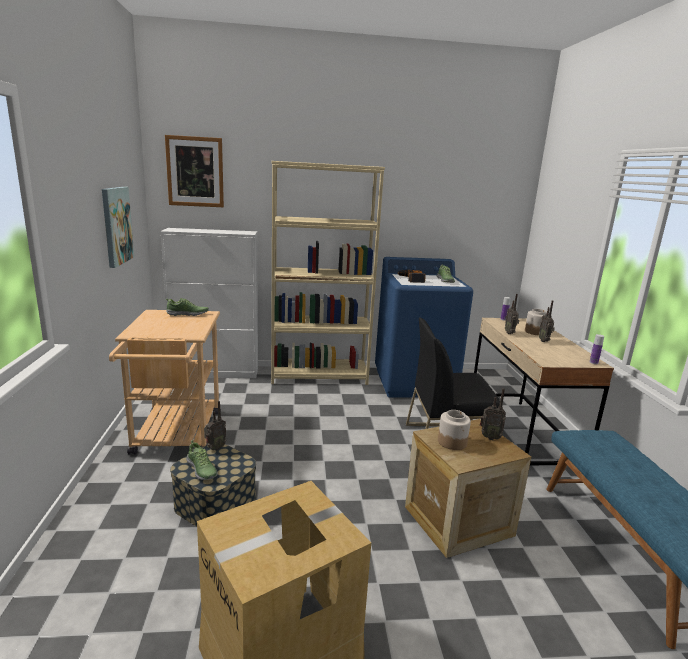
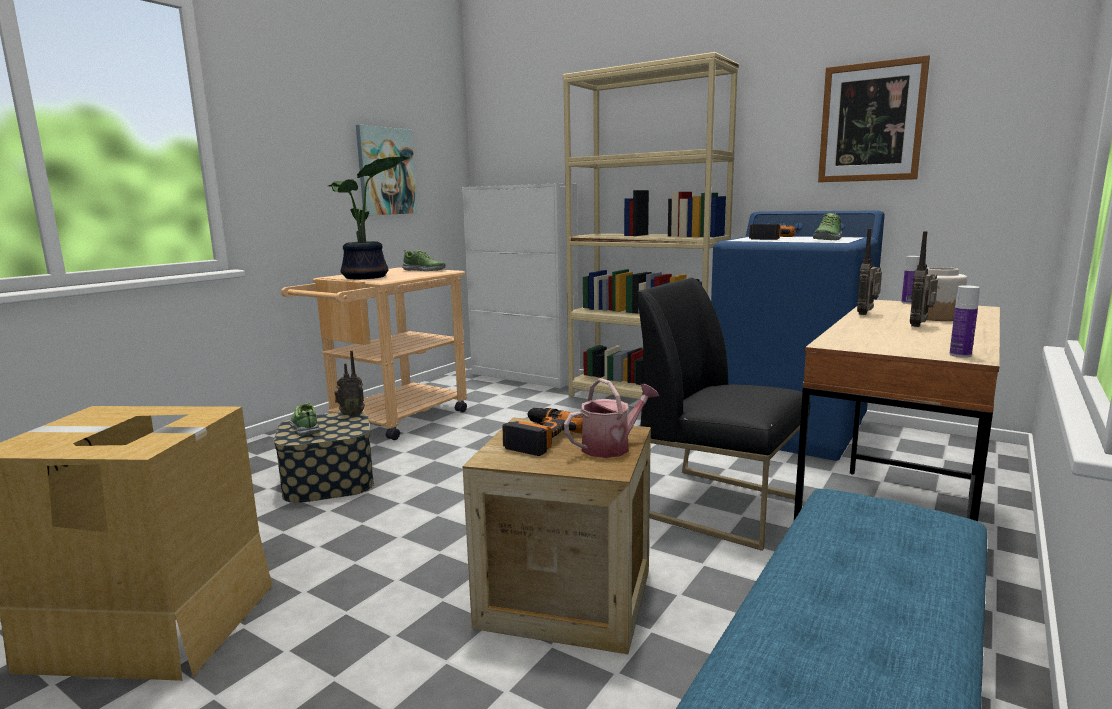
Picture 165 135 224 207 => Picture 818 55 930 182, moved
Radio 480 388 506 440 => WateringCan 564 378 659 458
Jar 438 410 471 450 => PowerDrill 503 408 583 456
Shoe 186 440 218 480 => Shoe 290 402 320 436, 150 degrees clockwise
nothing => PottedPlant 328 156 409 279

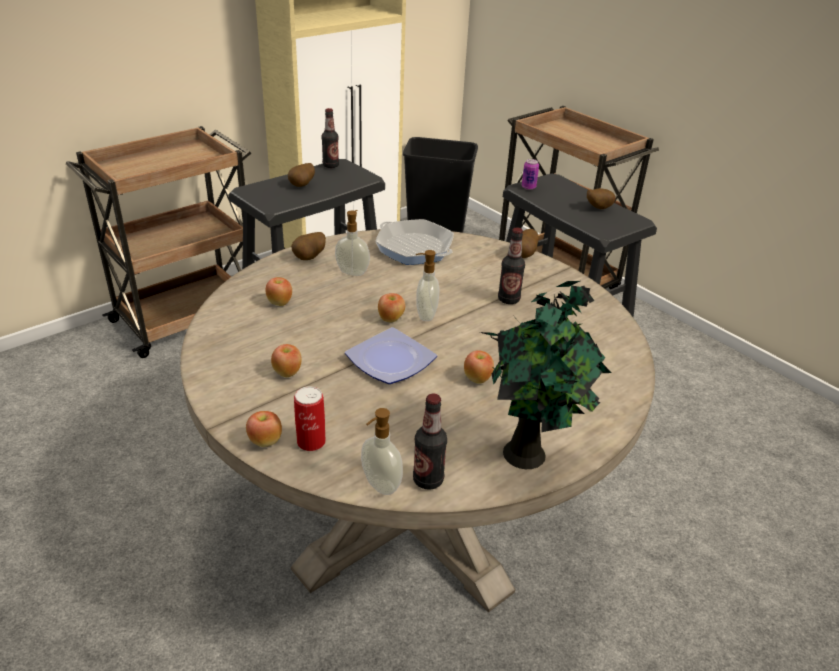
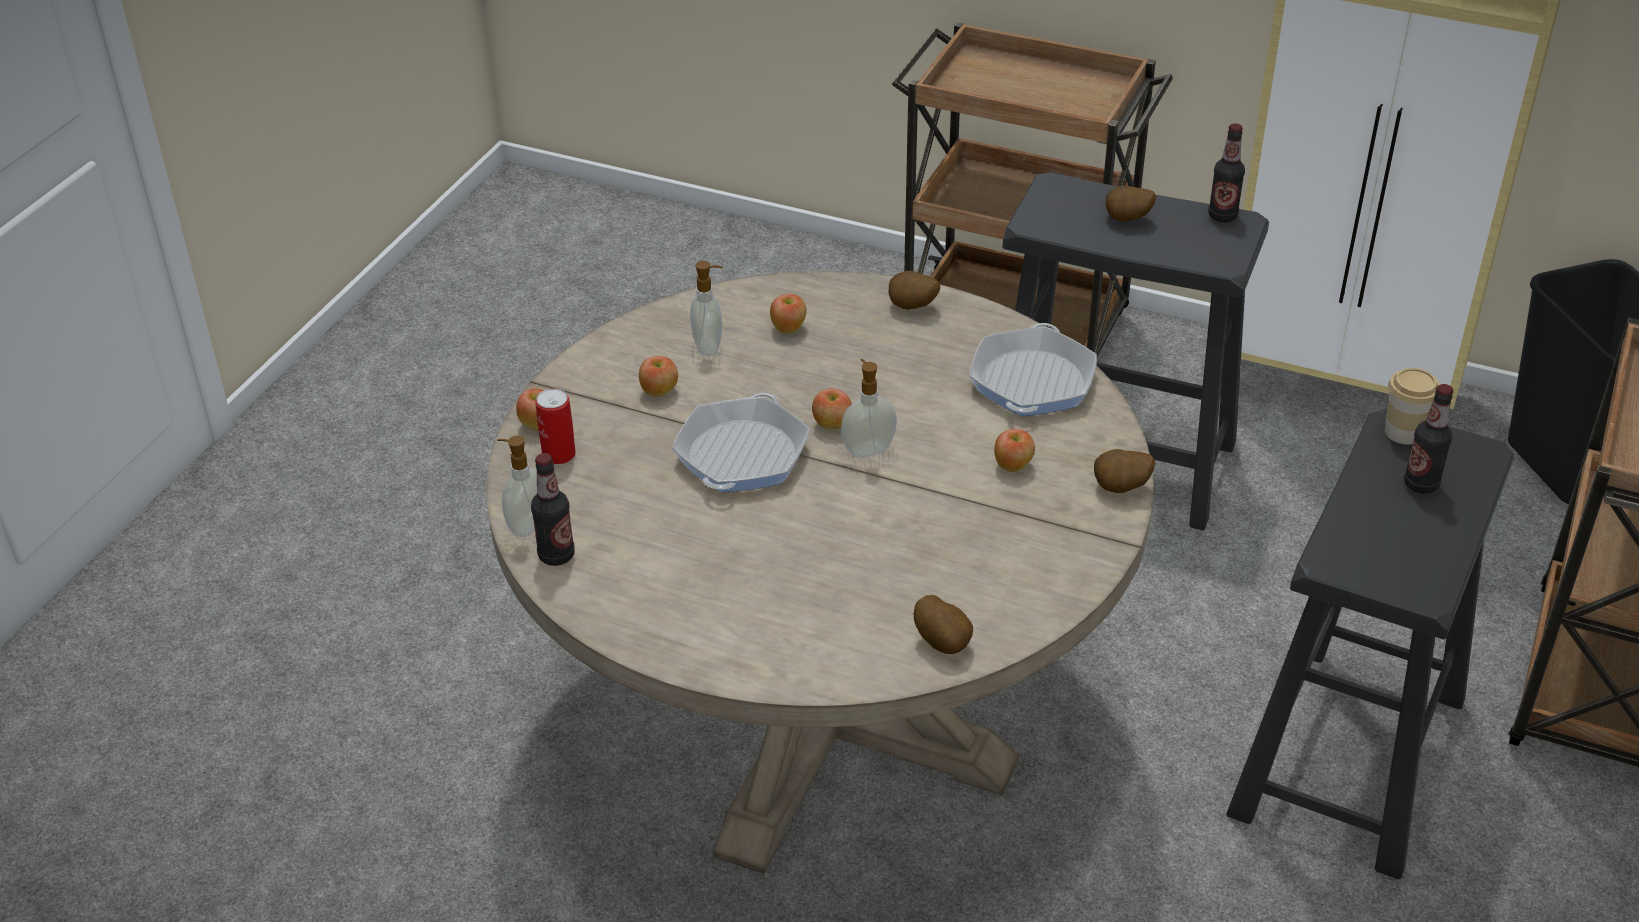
Can 522 159 539 190 => Cup 1385 368 1440 445
Potato 587 188 616 209 => Potato 914 595 973 654, moved
SoapDispenser 335 210 370 276 => SoapDispenser 690 261 723 356, moved
Bottle 498 227 525 304 => Bottle 1404 384 1453 494, moved
PottedPlant 480 281 611 469 => nothing
Plate 345 327 437 384 => FryingPan 672 393 810 492
Apple 464 350 494 384 => Apple 994 429 1035 472, moved

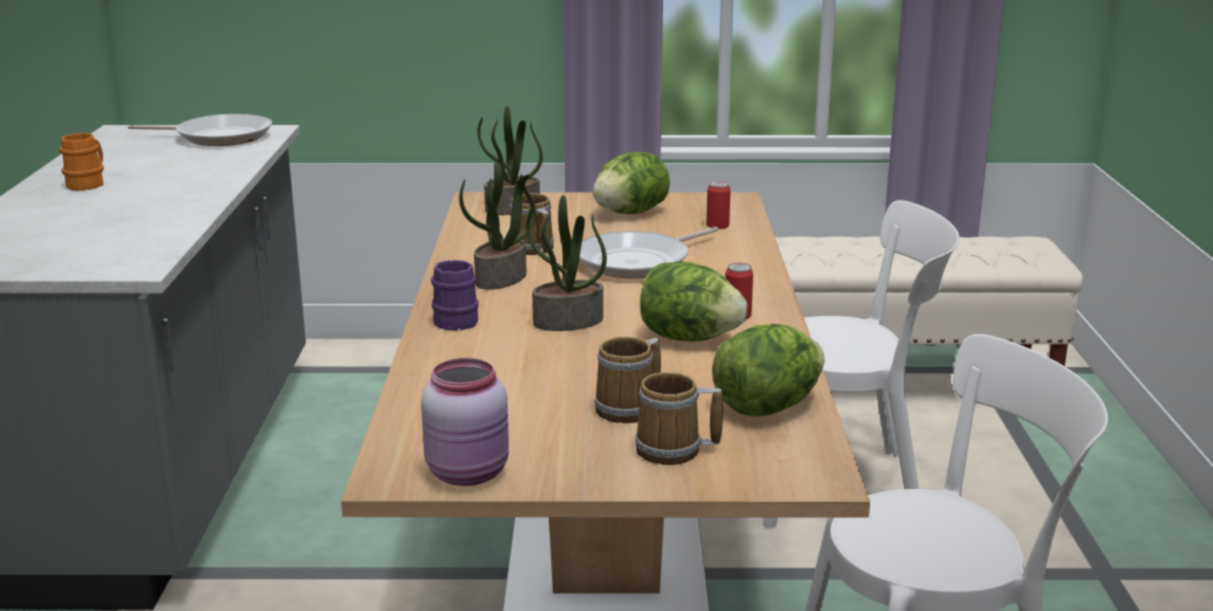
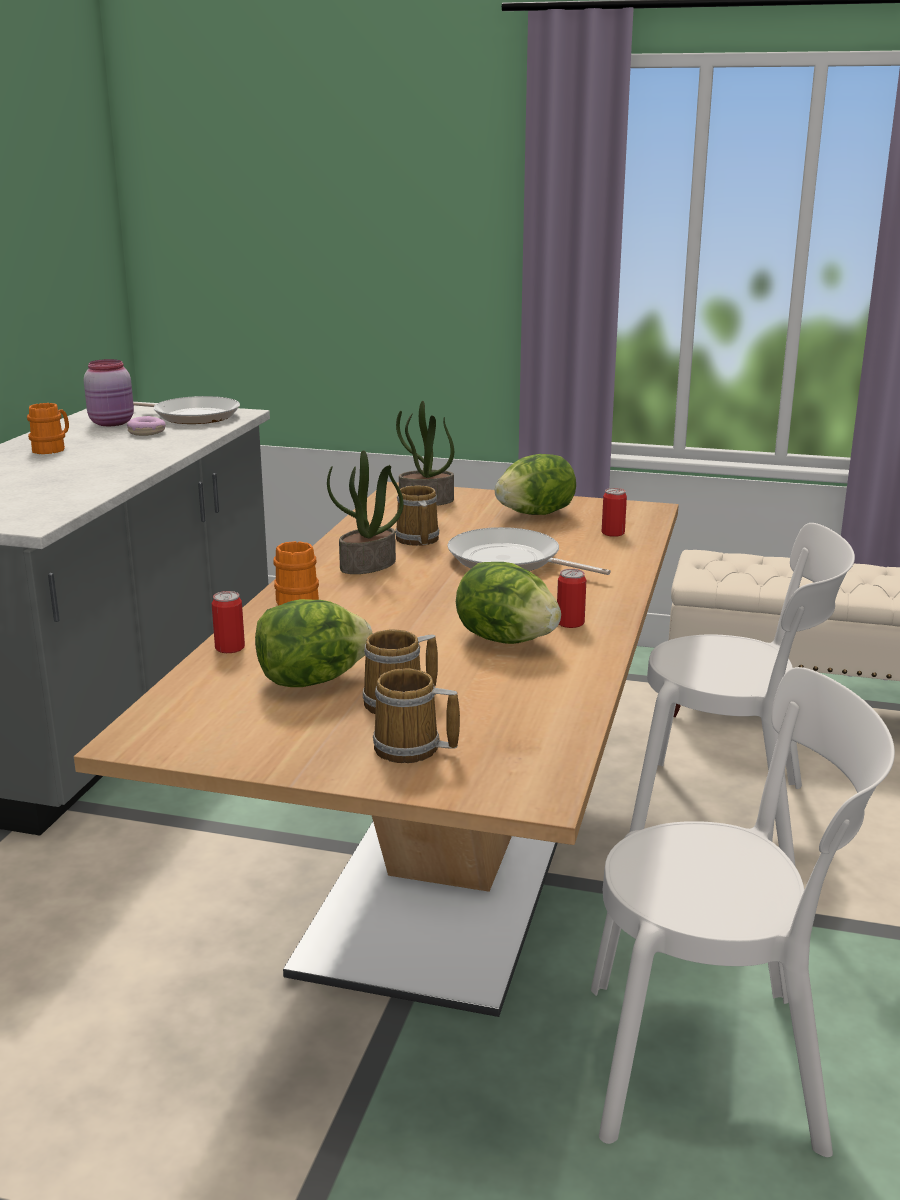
PottedPlant 526 195 607 331 => nothing
FryingPan 579 227 719 279 => FryingPan 448 527 611 575, 60 degrees clockwise
PurpleMug 431 260 479 330 => OrangeMug 273 541 319 605
Lettuce 712 324 824 417 => Lettuce 255 599 373 687, moved
PinkJar 421 358 509 486 => PinkJar 84 359 134 426, moved
nothing => Donut 127 416 166 436
nothing => Can 212 591 245 653

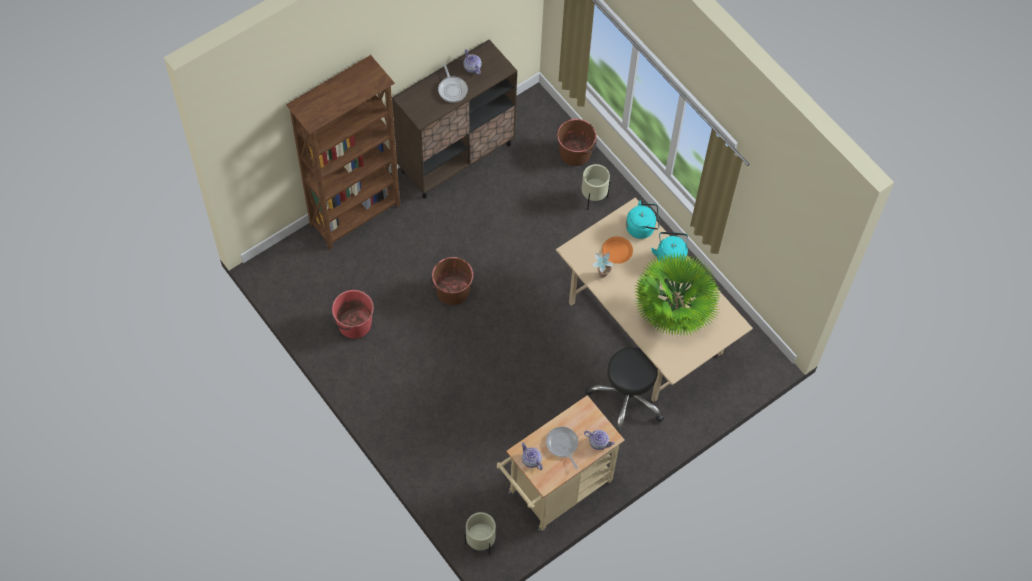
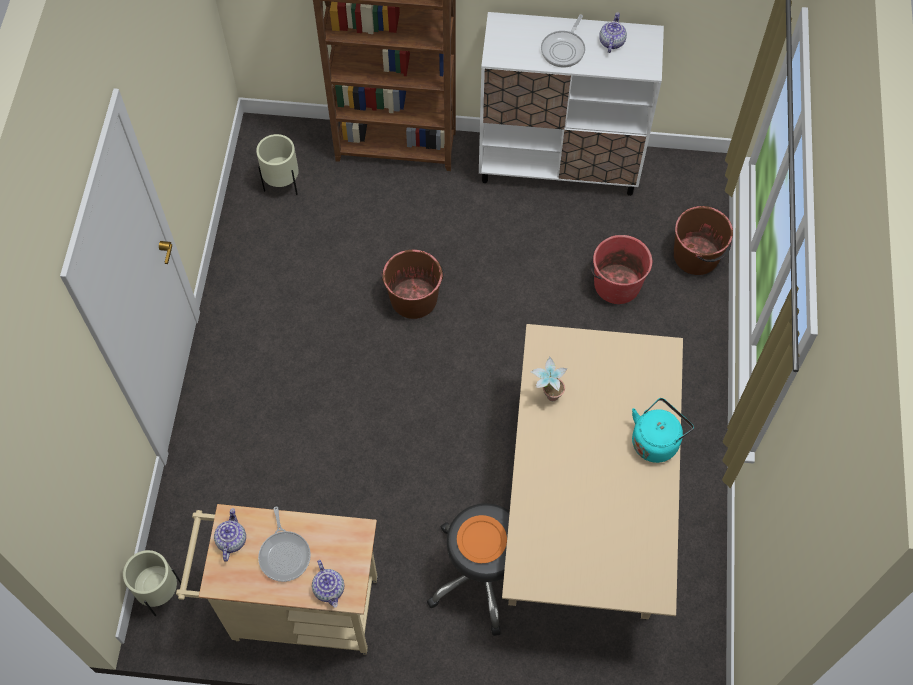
BrownCabinet 392 39 517 199 => WhiteCabinet 479 12 664 196
BeigePlanter 582 164 610 209 => BeigePlanter 256 134 299 195, moved
TurquoiseKettle 626 200 660 239 => nothing
OrangePlate 602 236 633 264 => OrangePlate 457 515 507 563, moved
PottedPlant 634 253 719 336 => nothing
RedBucket 332 290 374 339 => RedBucket 590 235 652 304, moved
FryingPan 546 427 578 469 => FryingPan 258 506 311 582, 150 degrees clockwise

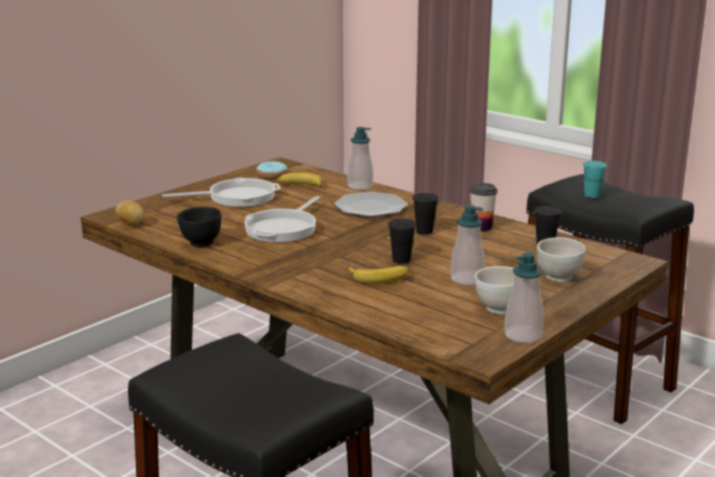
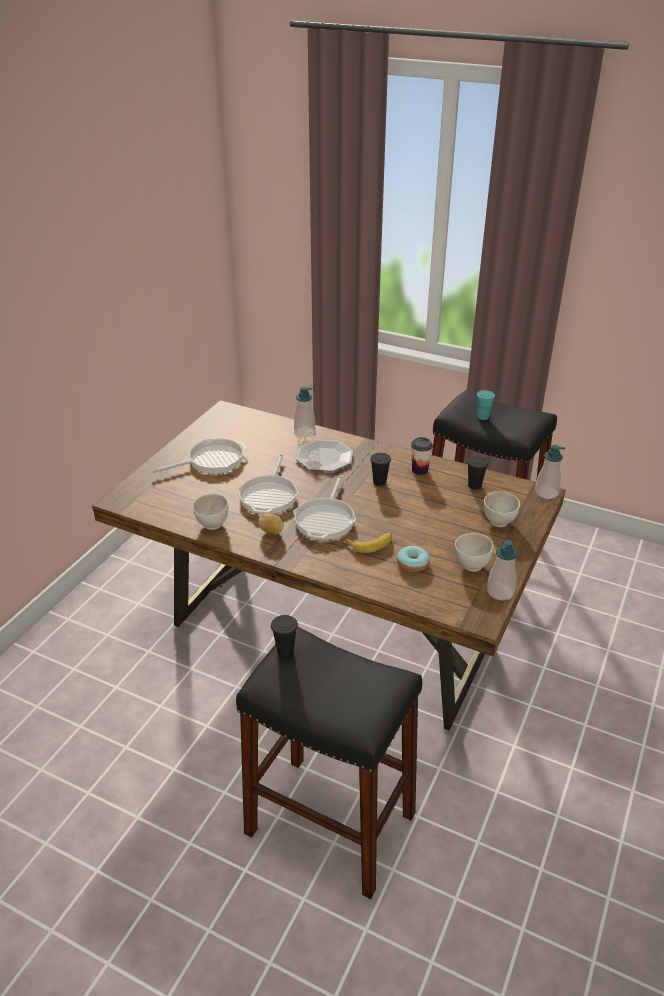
Donut 256 161 287 180 => Donut 397 546 430 572, moved
Banana 276 173 322 188 => nothing
Potato 116 200 144 226 => Potato 258 513 284 535, moved
SoapDispenser 451 205 485 285 => SoapDispenser 535 445 565 499, moved
BlackBowl 177 207 221 247 => WhiteBowl 192 494 228 530
BlackCup 388 219 416 264 => BlackCup 271 615 298 657, moved
nothing => FryingPan 293 475 356 540

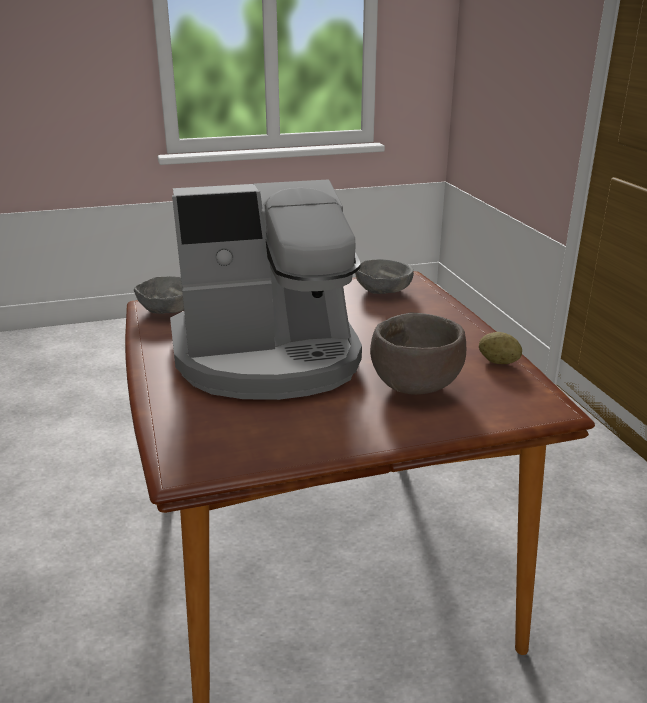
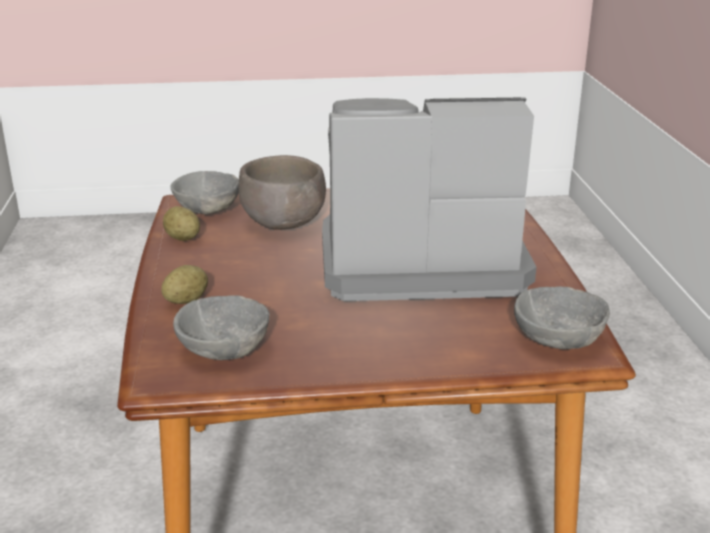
nothing => GreyBowl 171 171 239 214
nothing => Potato 161 265 208 304

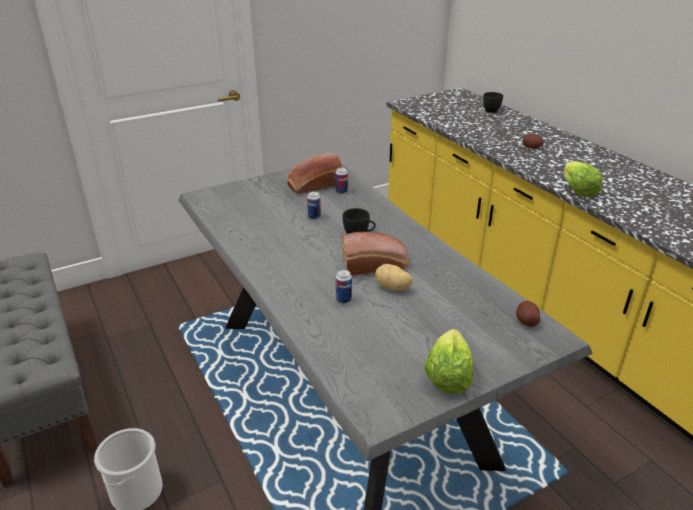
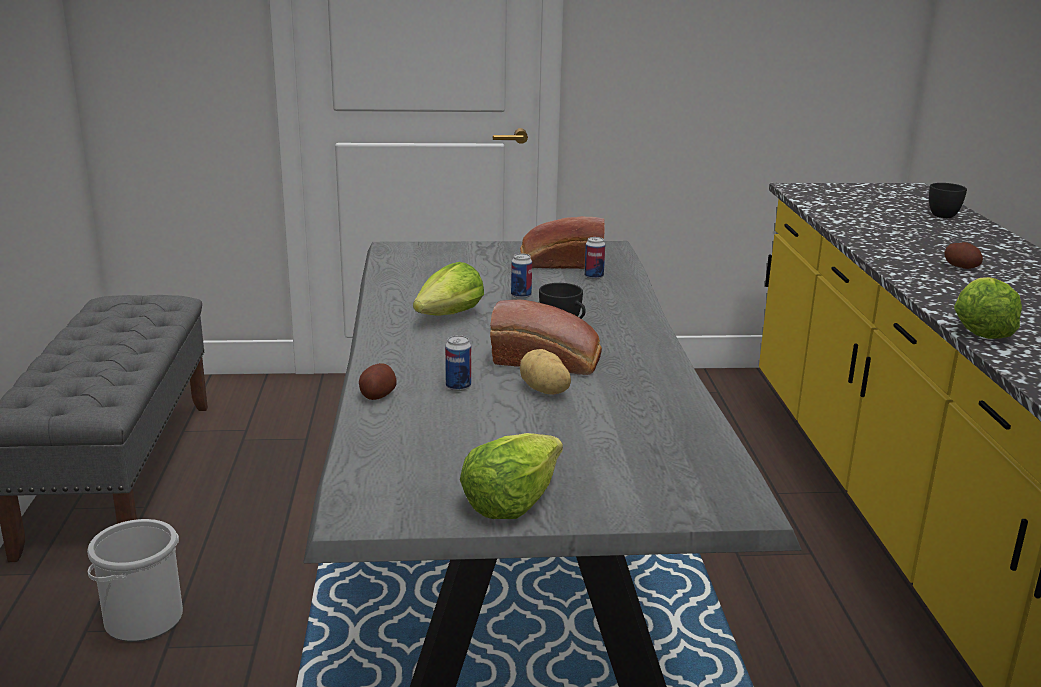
Potato 516 301 540 327 => Potato 359 363 396 400, moved
nothing => Lettuce 413 262 484 316

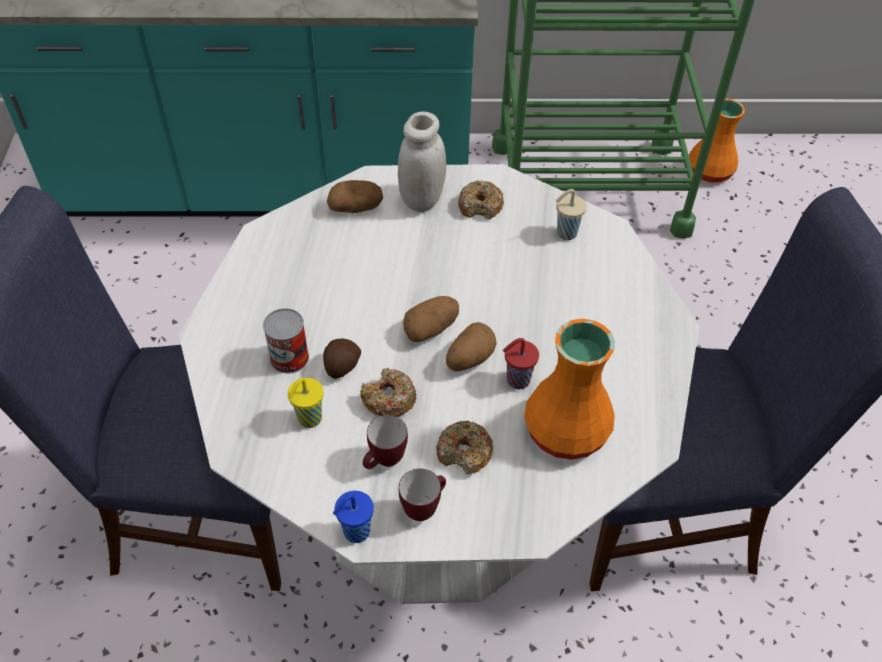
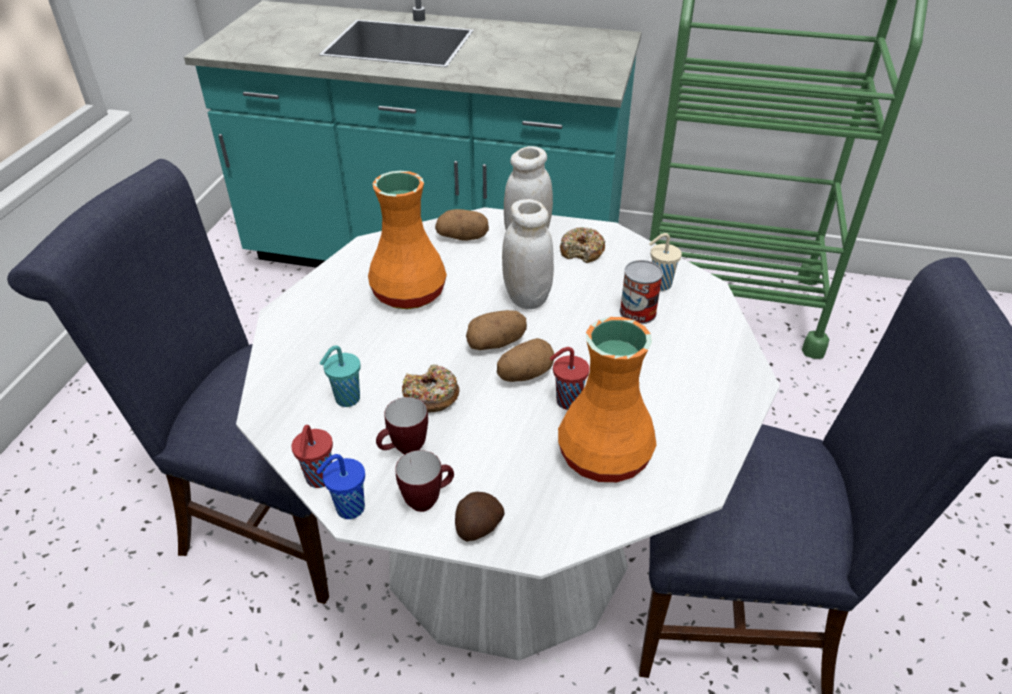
OrangeVase 689 99 745 183 => OrangeVase 368 171 447 309, moved
Can 263 308 309 374 => Can 620 260 663 324, moved
Potato 323 339 361 379 => Potato 455 492 505 542, moved
YellowCup 288 378 324 428 => TurquoiseCup 320 345 361 407
Donut 436 421 494 474 => nothing
nothing => WhiteJar 502 199 554 309
nothing => RedCup 291 425 333 488

